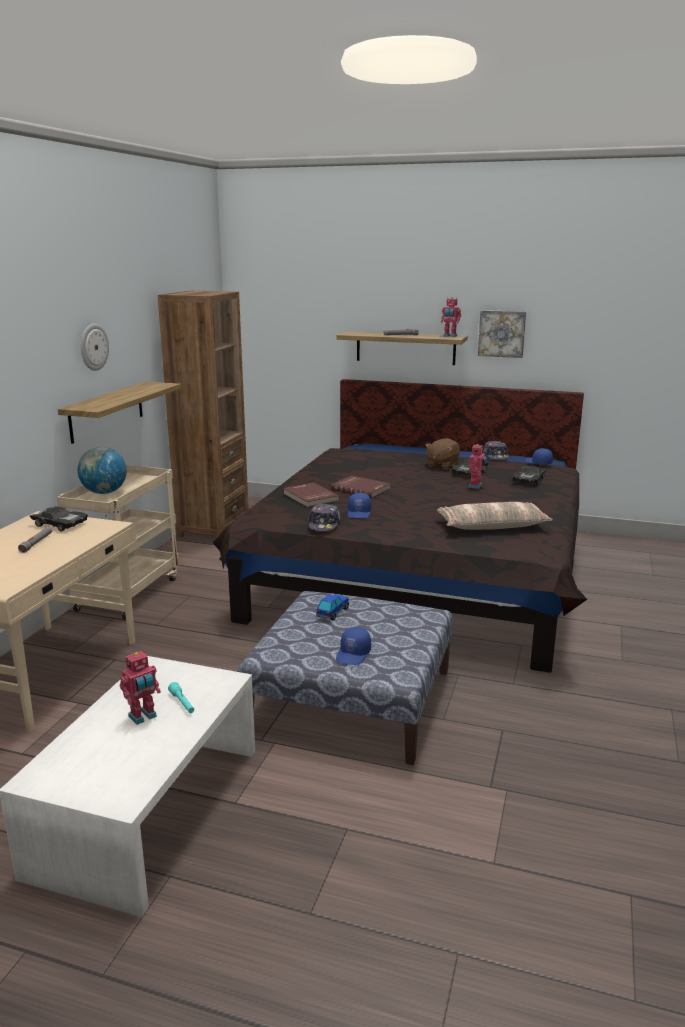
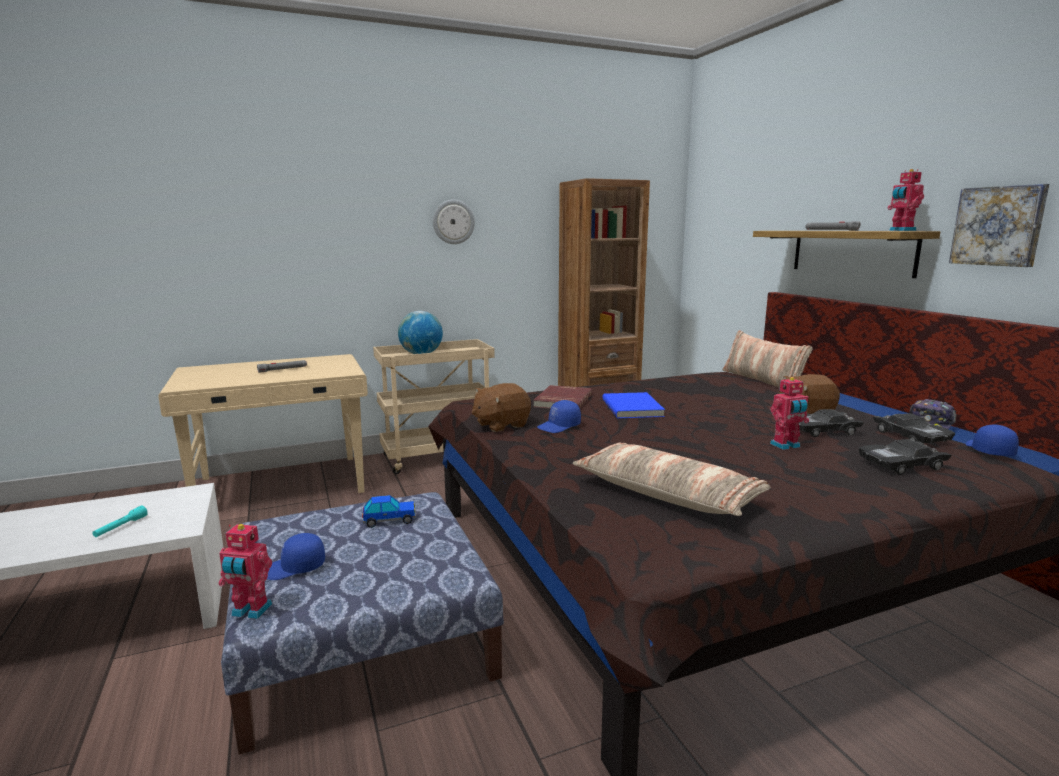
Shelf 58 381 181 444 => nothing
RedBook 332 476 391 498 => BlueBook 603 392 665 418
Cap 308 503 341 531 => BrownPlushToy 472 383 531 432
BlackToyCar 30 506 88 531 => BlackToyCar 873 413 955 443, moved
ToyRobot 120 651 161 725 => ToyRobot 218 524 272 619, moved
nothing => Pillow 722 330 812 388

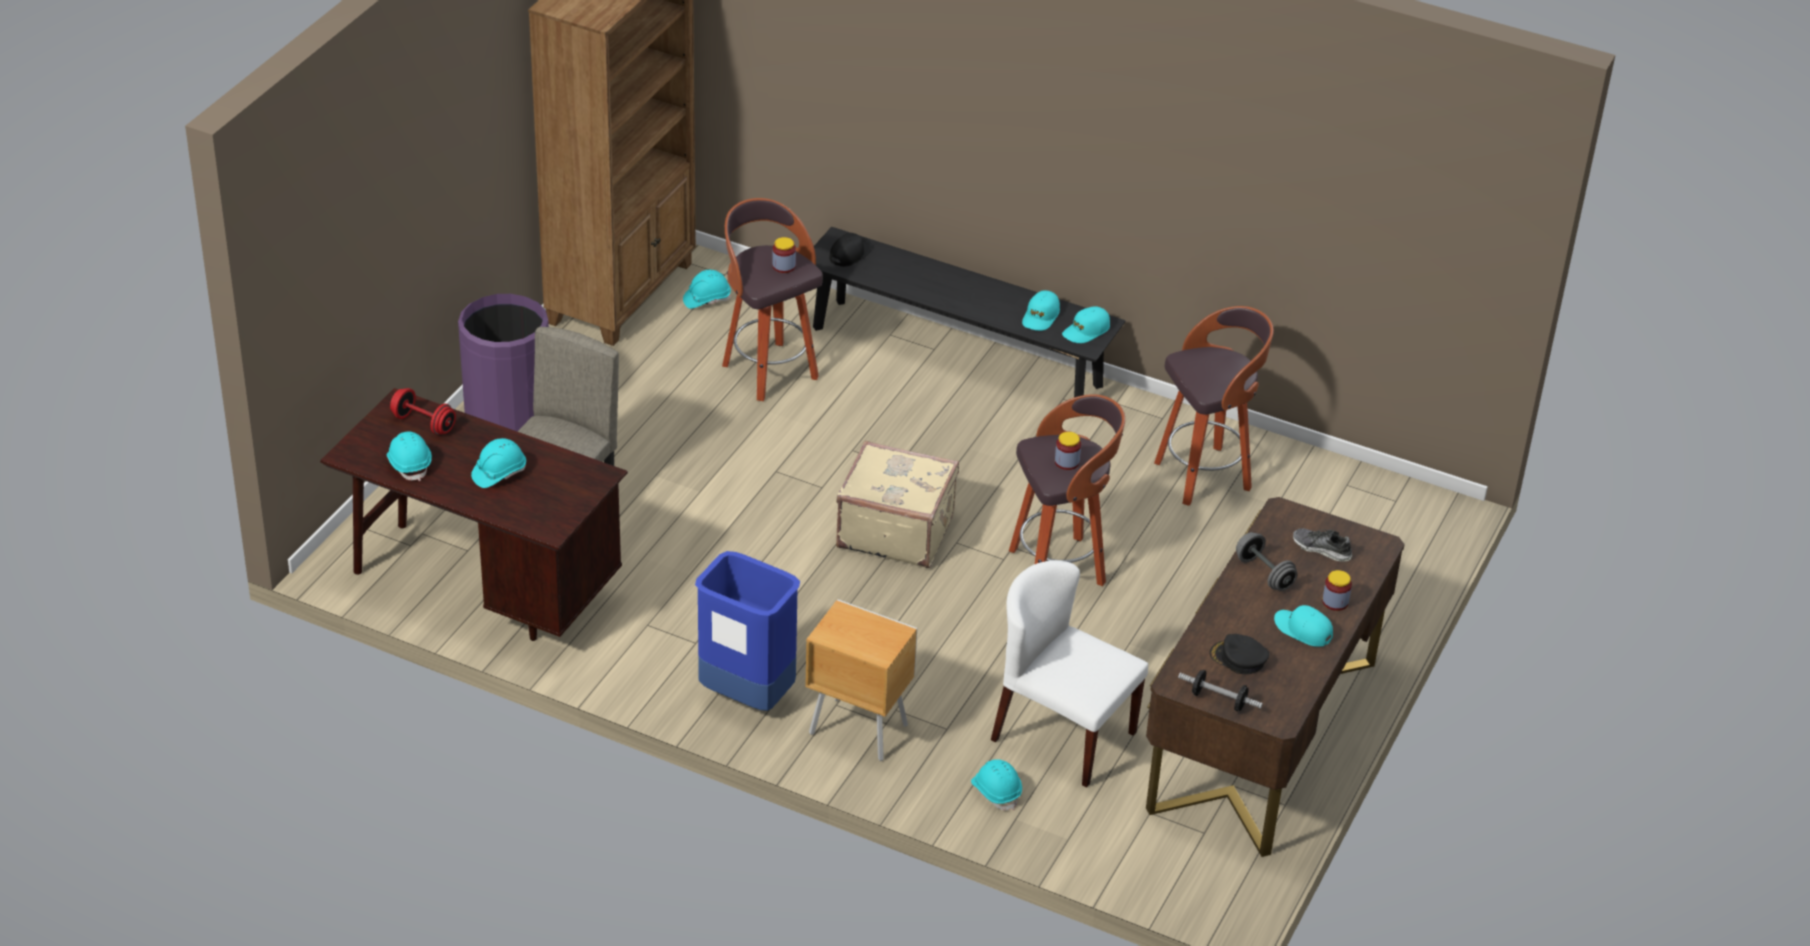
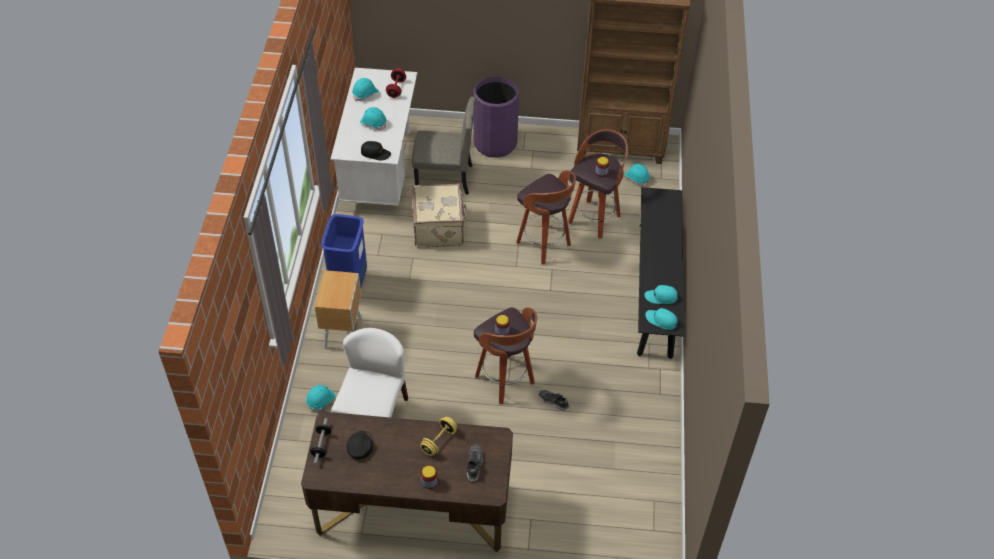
BlackCap 829 233 872 267 => BlackCap 361 141 391 161, moved
Stool 1154 306 1274 506 => Stool 516 170 576 264, moved
BrownDesk 320 388 628 641 => WhiteDesk 331 68 417 206
BeigeSuitcase 836 441 959 568 => BeigeSuitcase 413 184 466 248, moved
GreyDumbbell 1236 532 1298 591 => YellowDumbbell 420 417 457 456
TurquoiseCap 1274 605 1333 647 => nothing
nothing => Shoe 539 390 569 411

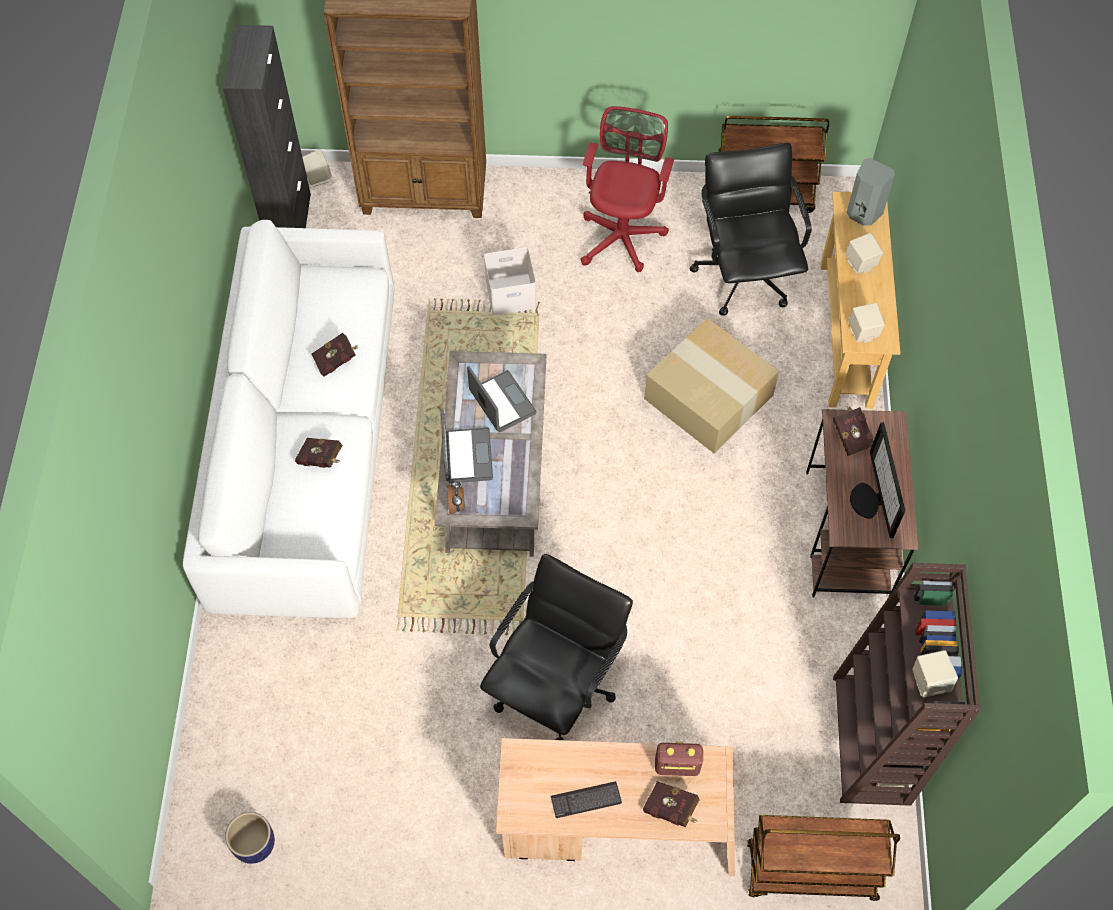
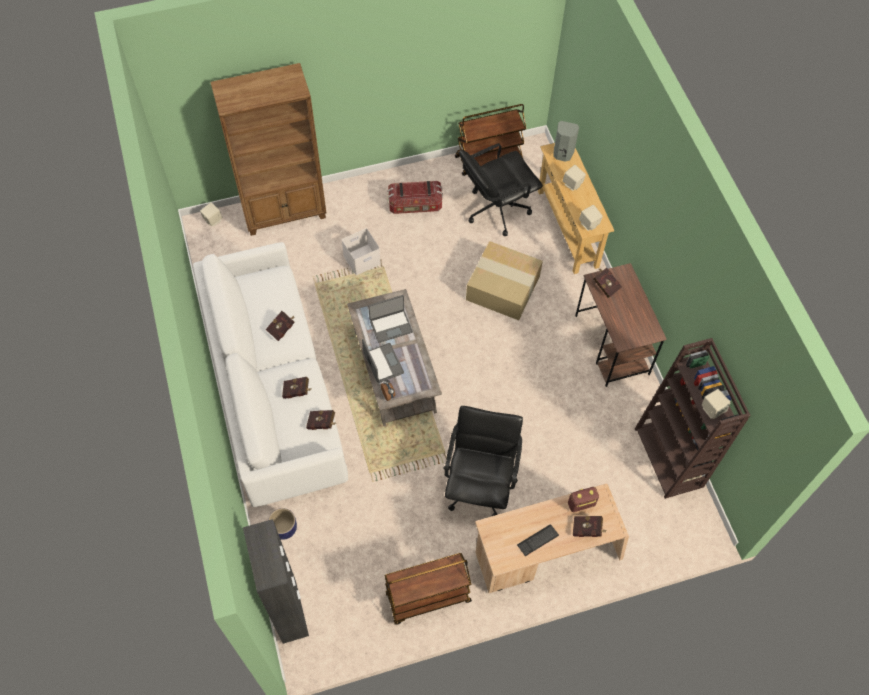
BlackCabinet 223 25 311 228 => BlackCabinet 243 519 309 644, moved
RedOfficeChair 580 106 674 272 => StorageBox 388 181 443 214
BlackOfficeChair 690 143 812 316 => BlackOfficeChair 459 143 543 236, 90 degrees counterclockwise
Laptop 467 366 537 432 => Laptop 368 295 413 343, 120 degrees clockwise
Monitor 850 422 905 538 => nothing
Planter 225 812 275 864 => Planter 268 508 297 540, moved
BrownCart 747 815 900 901 => BrownCart 384 553 472 625, moved
nothing => RedBook 306 410 337 430

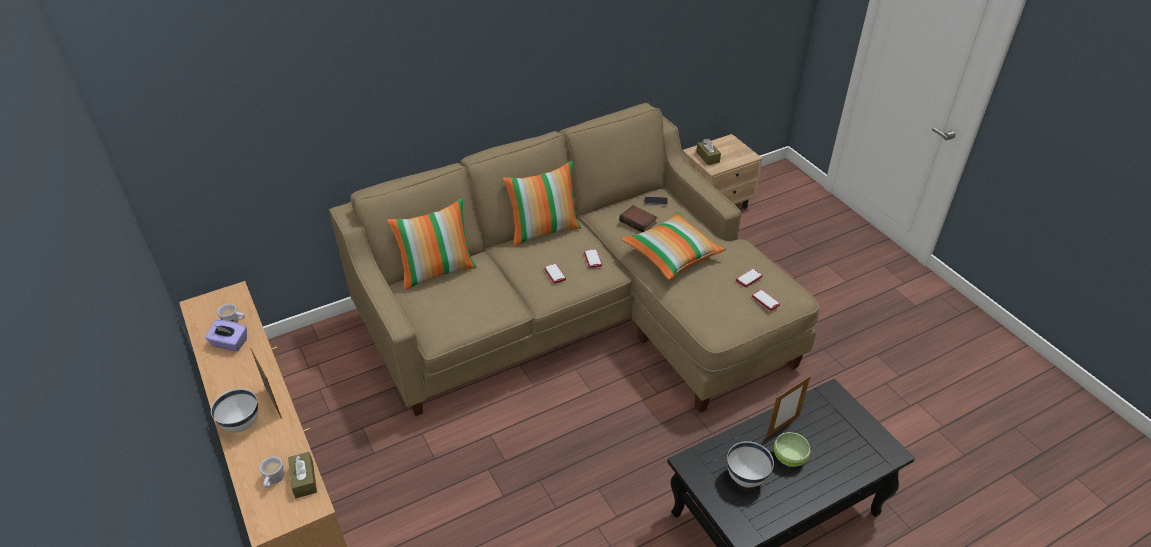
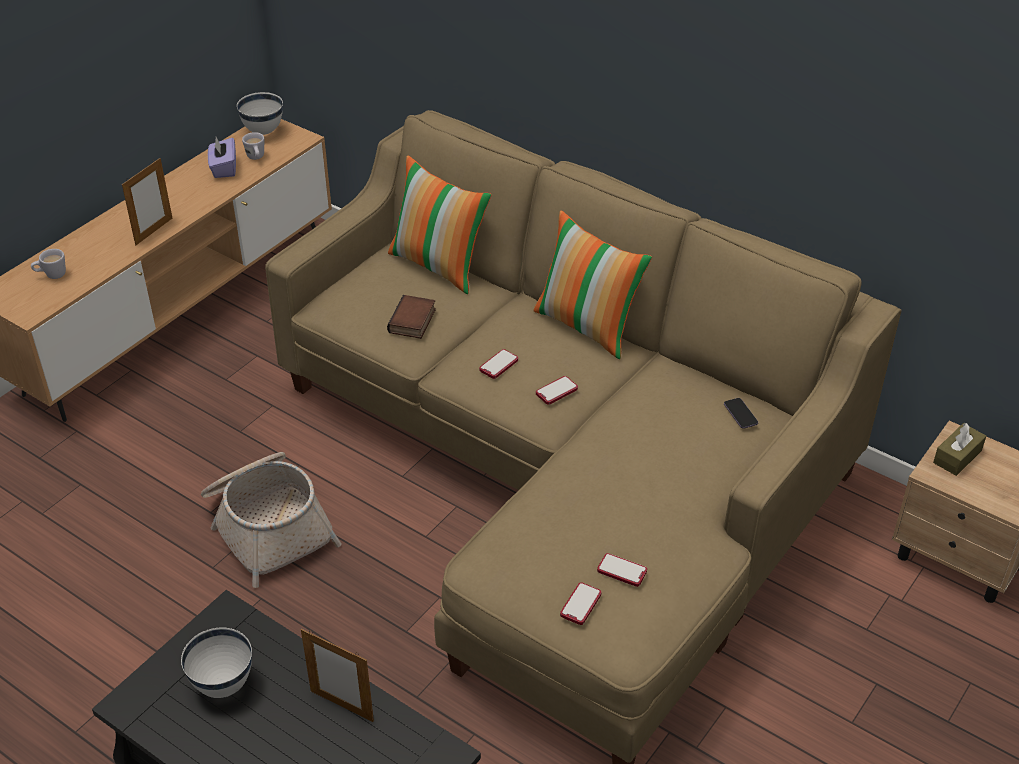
Book 619 205 657 232 => Book 387 295 436 339, moved
Pillow 621 212 726 280 => nothing
WhiteBowl 211 389 258 433 => WhiteBowl 237 92 283 135, moved
GreenBowl 774 432 810 467 => nothing
BrownTissueBox 288 452 317 498 => nothing
nothing => Basket 201 452 342 588

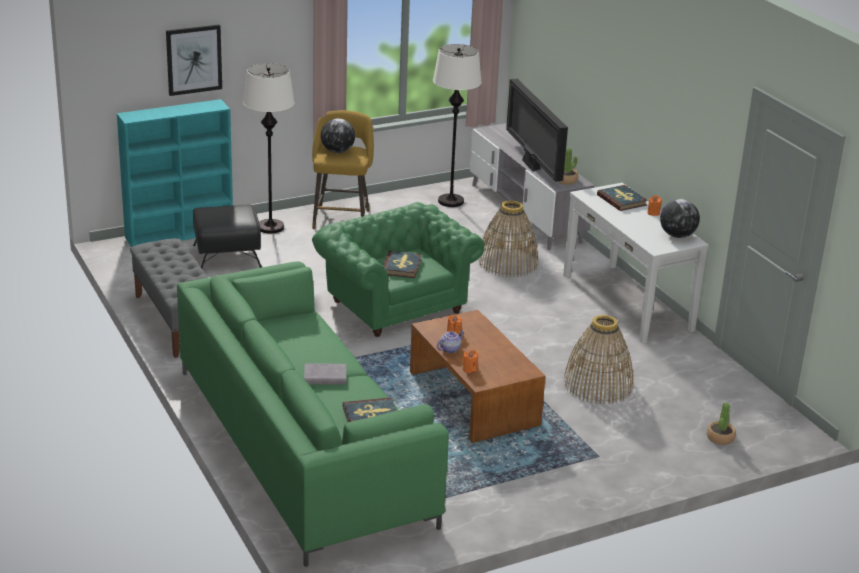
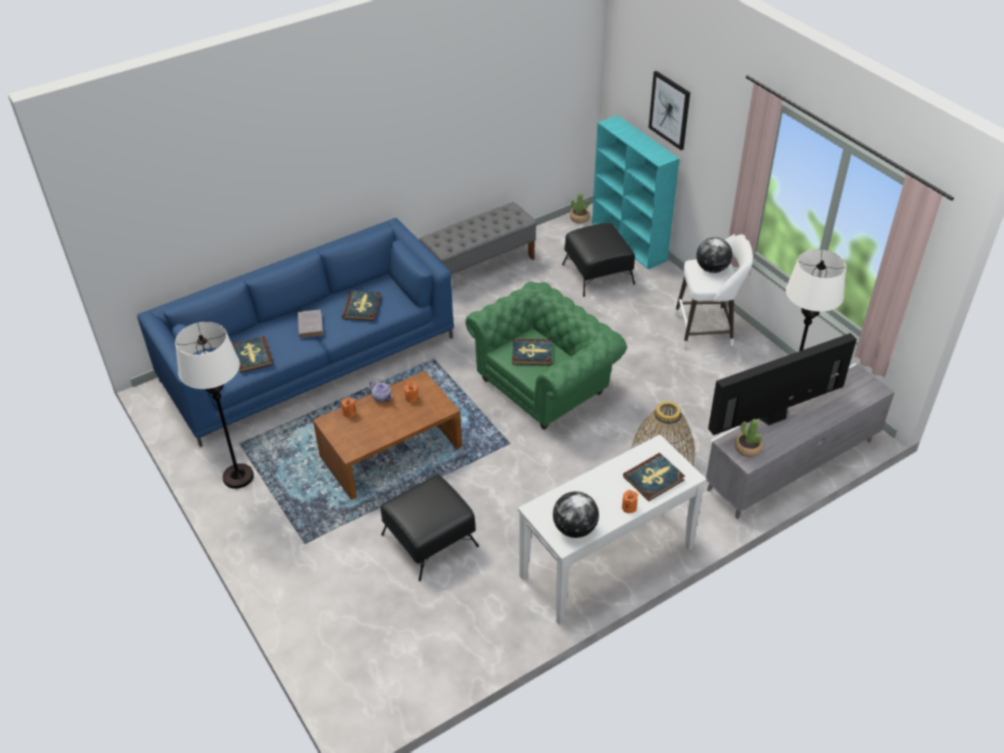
WhiteFloorLamp 243 63 295 234 => WhiteFloorLamp 175 322 254 489, moved
YellowStool 312 110 374 229 => WhiteStool 674 234 753 348
GreenSofa 177 261 449 567 => BlueSofa 137 218 454 447
Basket 563 315 633 404 => BlackOttoman 380 475 479 581
PottedPlant 707 402 736 445 => PottedPlant 570 193 590 223, moved
nothing => Book 342 291 381 321

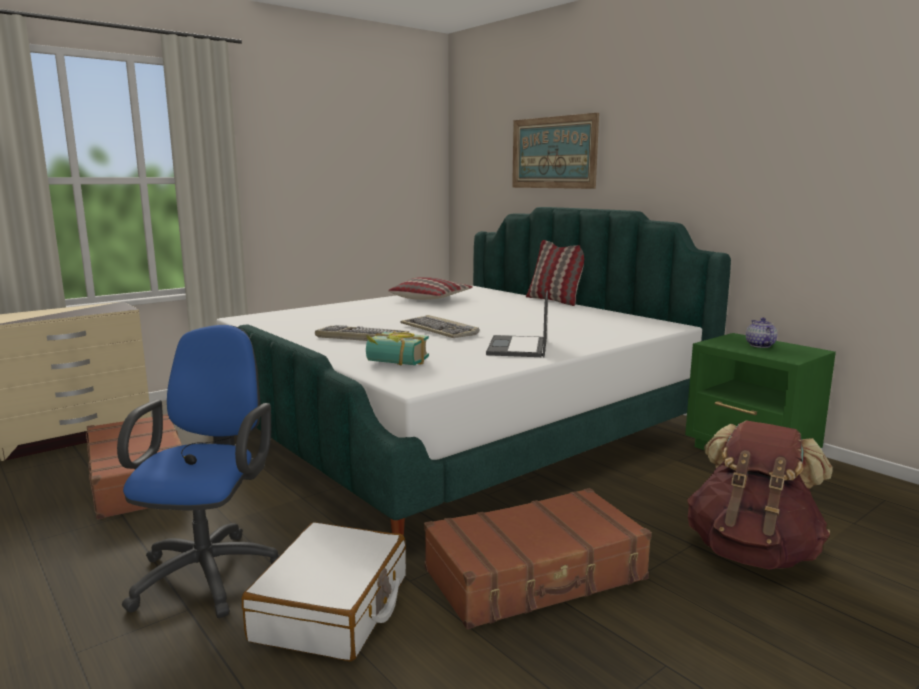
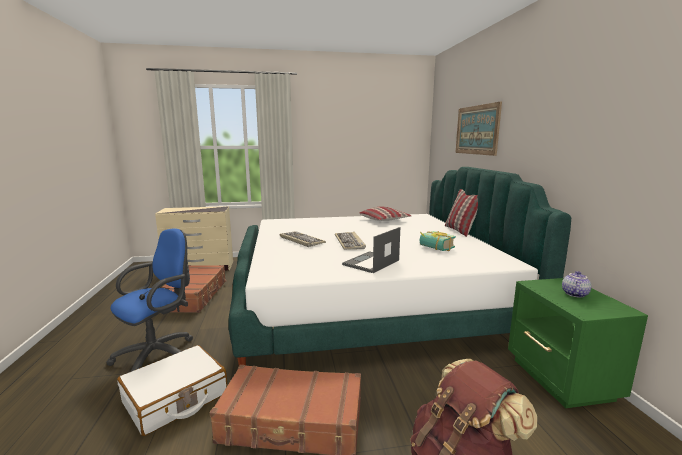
Book 366 331 429 365 => Book 420 231 456 251, moved

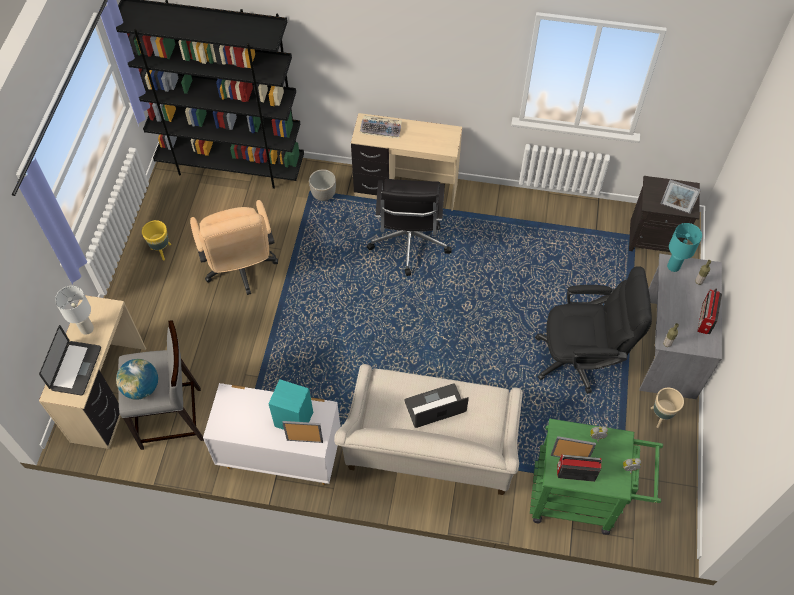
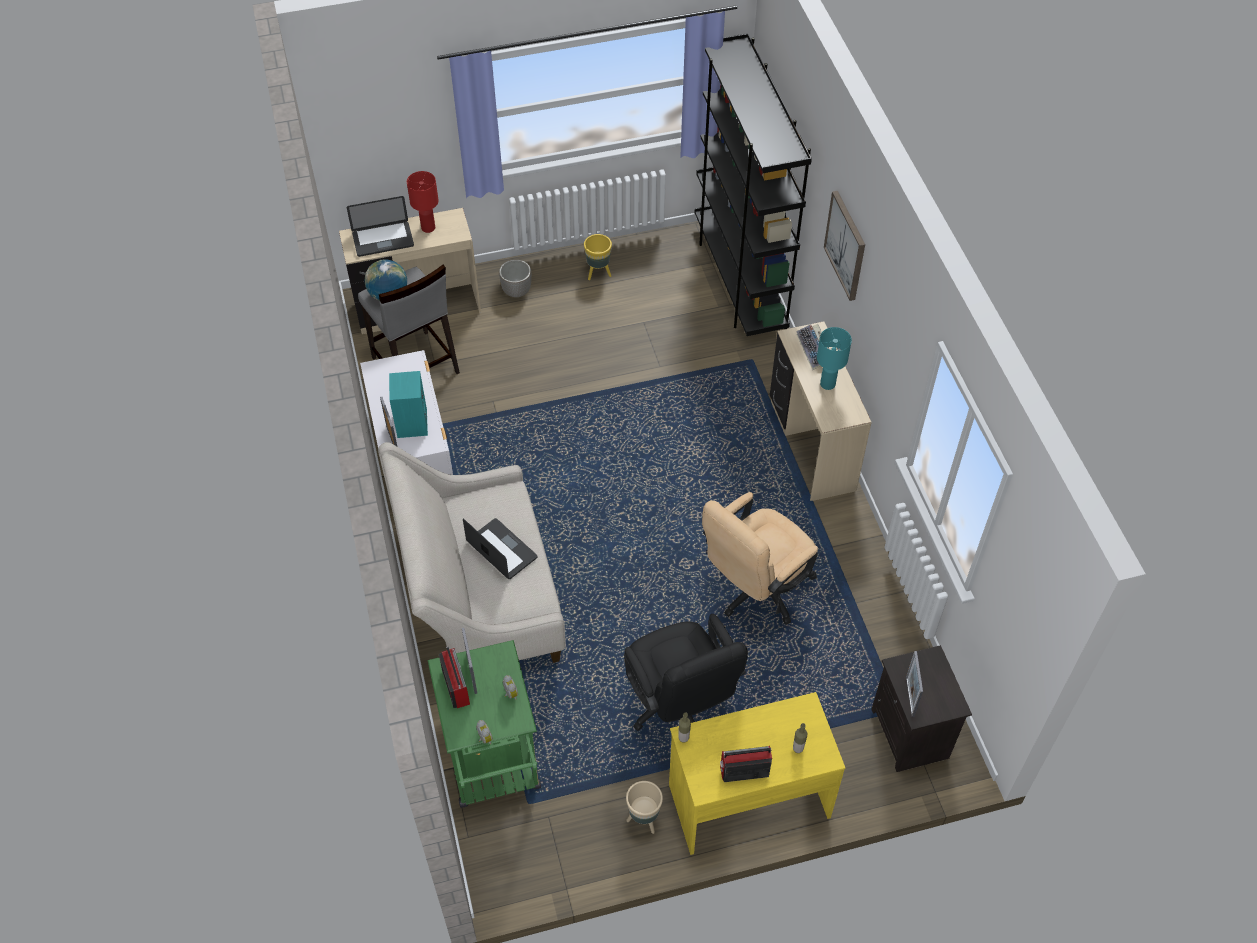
Planter 309 169 336 201 => Planter 499 260 531 297, moved
BlackOfficeChair 367 179 452 276 => nothing
BeigeOfficeChair 190 200 278 295 => BeigeOfficeChair 702 492 818 624, moved
TurquoiseTableLamp 667 223 702 272 => TurquoiseTableLamp 817 327 852 390, moved
GreyDesk 639 254 722 399 => YellowDesk 669 692 845 855
WhiteTableLamp 55 286 94 335 => RedTableLamp 407 171 439 233
nothing => Picture 824 191 865 301

